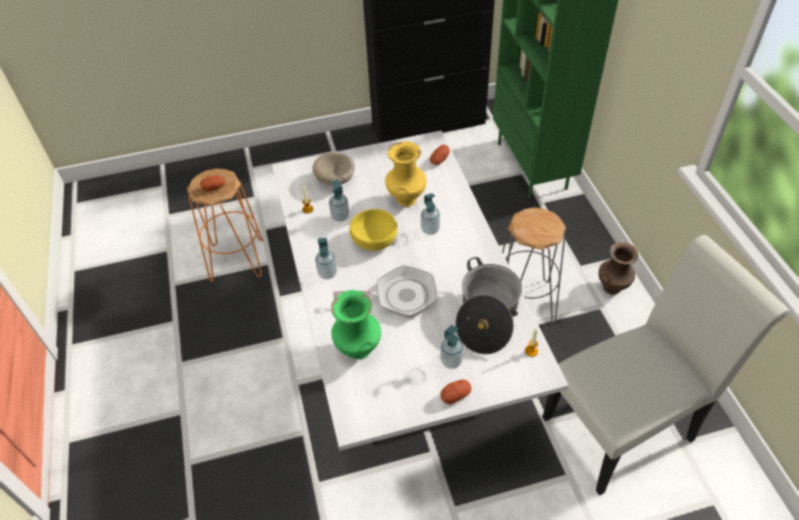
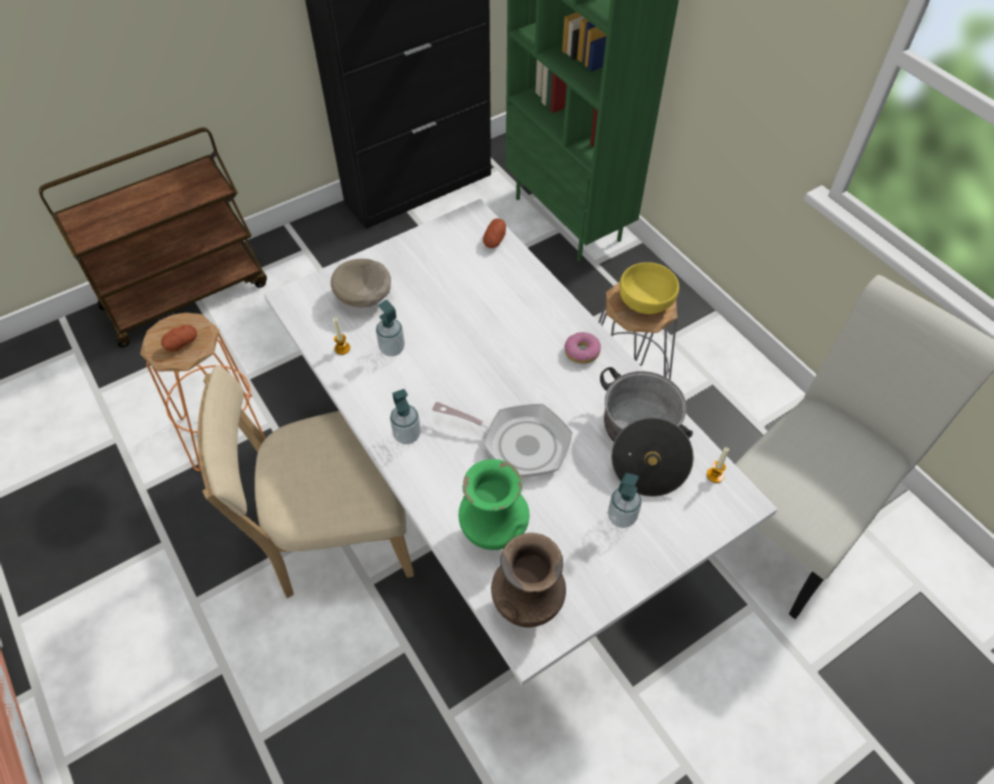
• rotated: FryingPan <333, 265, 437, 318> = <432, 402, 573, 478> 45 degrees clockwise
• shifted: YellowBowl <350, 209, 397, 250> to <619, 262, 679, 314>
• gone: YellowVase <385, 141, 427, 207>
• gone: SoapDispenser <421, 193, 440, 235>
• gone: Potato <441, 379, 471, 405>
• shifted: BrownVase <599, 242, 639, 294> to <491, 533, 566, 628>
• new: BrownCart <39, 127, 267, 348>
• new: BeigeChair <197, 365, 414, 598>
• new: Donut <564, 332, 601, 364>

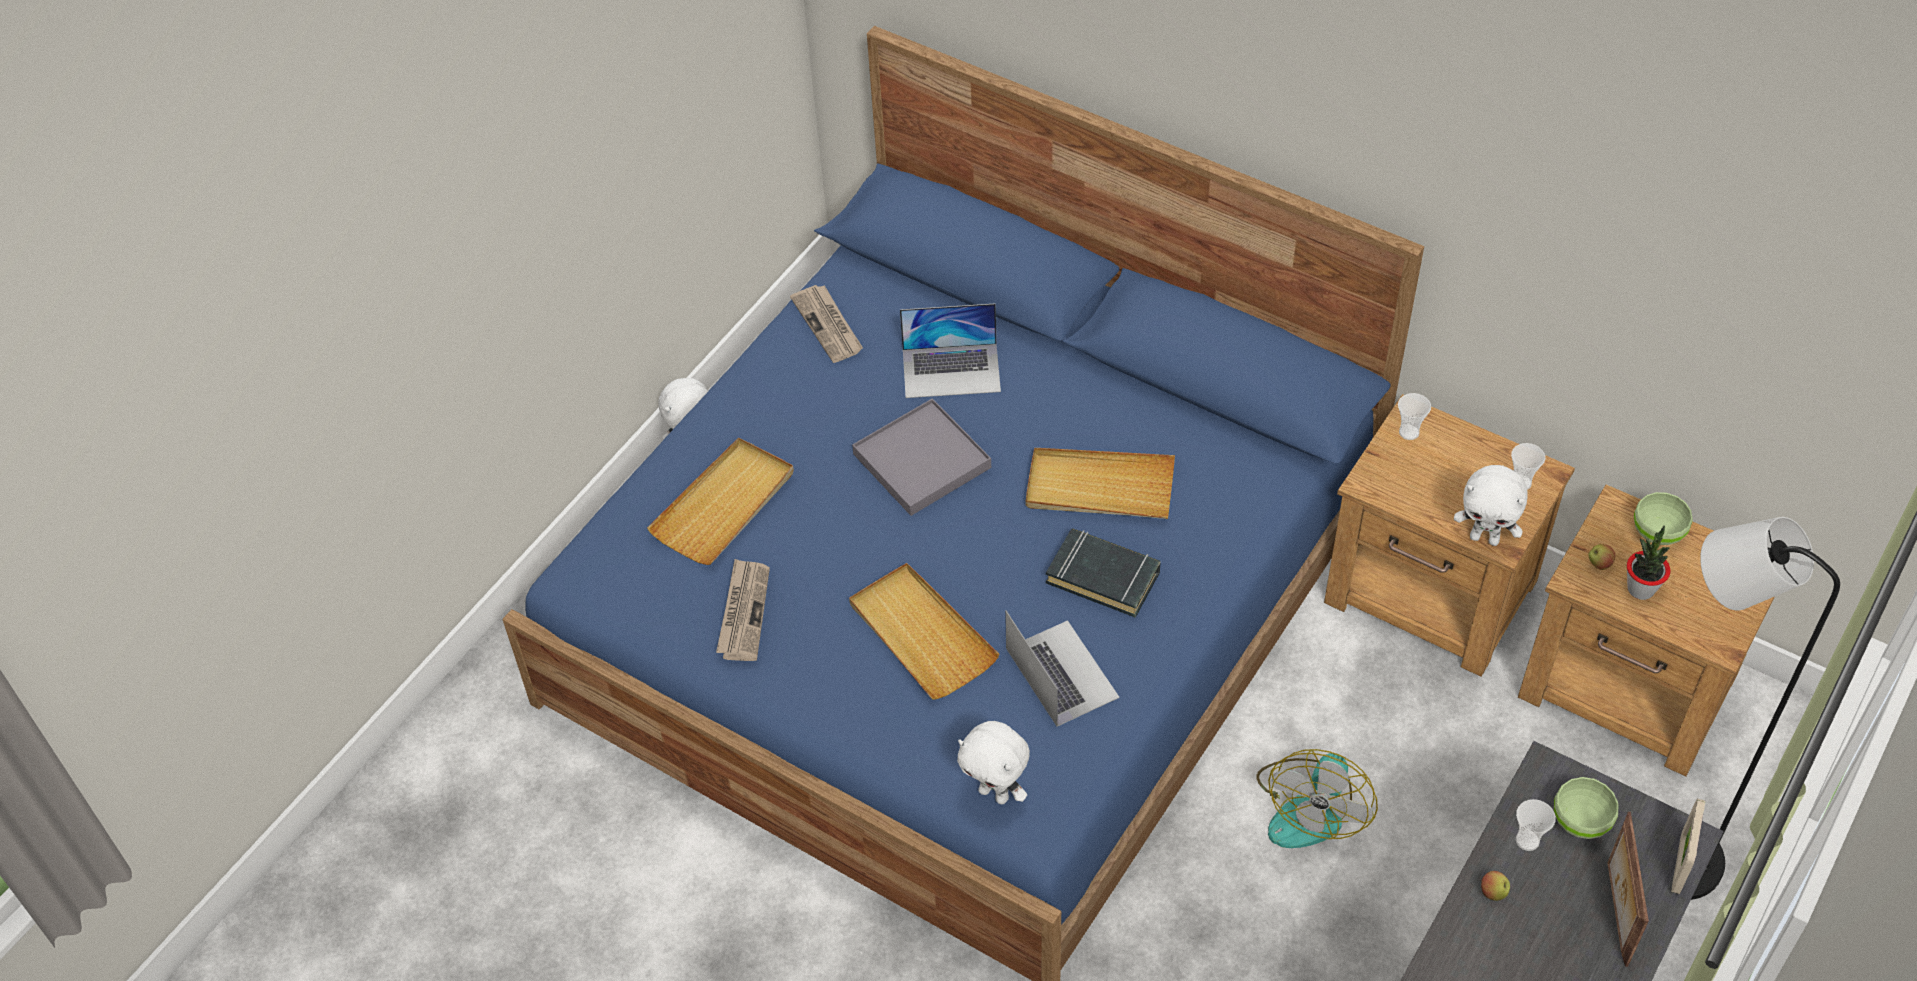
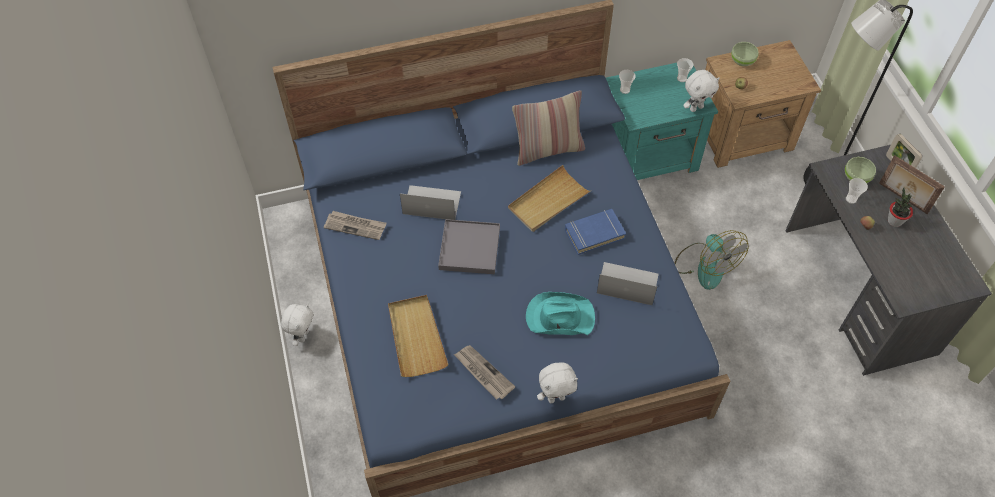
• swapped: BeigeTray <849, 563, 1000, 699> to TurquoiseHat <526, 292, 595, 335>
• rotated: Laptop <900, 304, 1001, 398> = <400, 185, 461, 220> 120 degrees counterclockwise
• shifted: WhitePlushToy <957, 721, 1030, 804> to <537, 362, 578, 403>
• repainted: BlackBook <1046, 528, 1161, 618> to BlueBook <565, 209, 626, 255>
• repainted: BrownNightstand <1324, 394, 1575, 677> to TurquoiseNightstand <606, 63, 718, 180>
• shifted: PottedPlant <1627, 525, 1671, 600> to <888, 188, 913, 227>
• new: Pillow <512, 91, 585, 166>

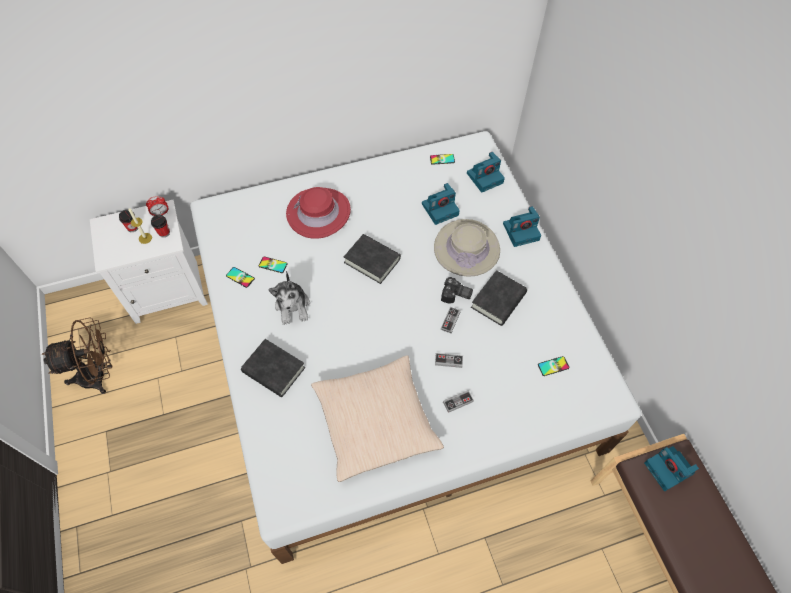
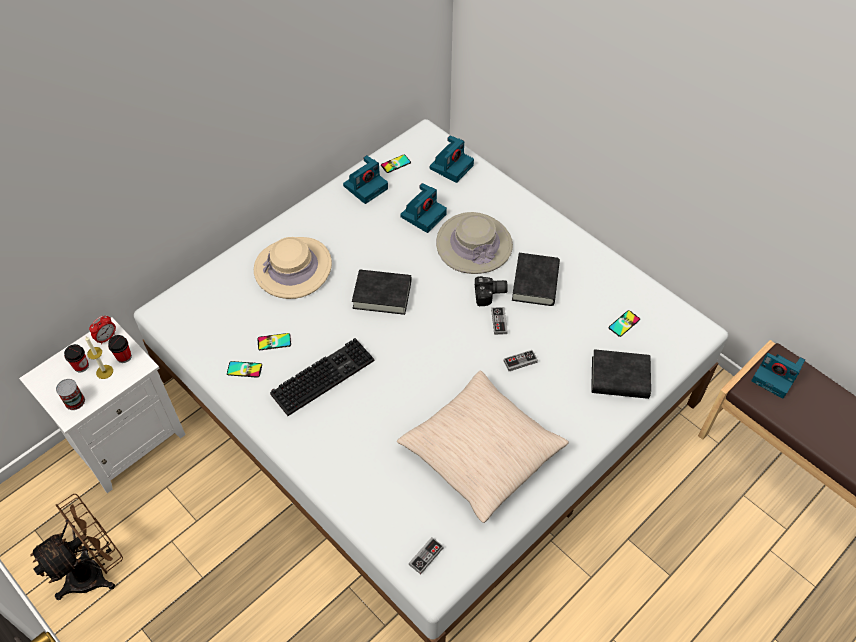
• shifted: BlackBook <241, 339, 305, 397> to <591, 349, 651, 399>
• swapped: PlushToy <268, 271, 310, 325> to Keyboard <270, 338, 374, 416>
• repainted: RedHat <286, 187, 351, 239> to BeigeHat <254, 237, 332, 299>
• shifted: GameController <443, 390, 474, 413> to <409, 537, 444, 575>
• shifted: PhotoCamera <503, 206, 541, 247> to <343, 155, 388, 204>
• new: Can <56, 379, 85, 410>

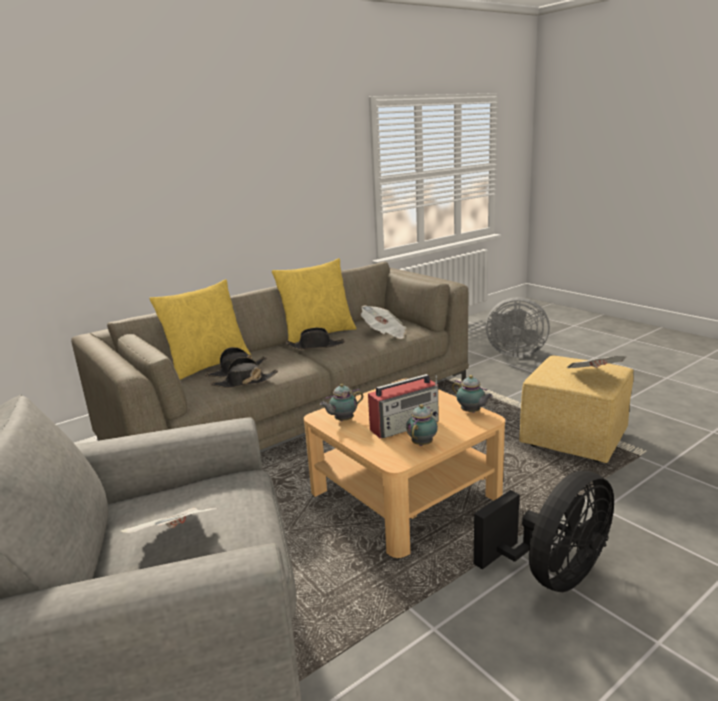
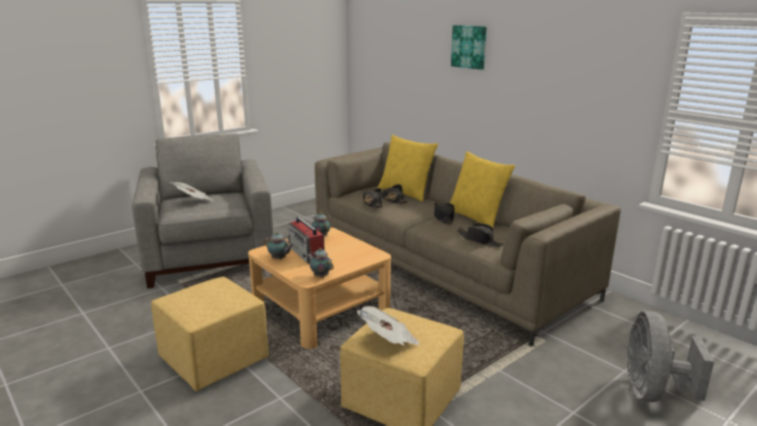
• swapped: Newspaper <361, 305, 406, 339> to BlackHat <457, 223, 505, 247>
• rotated: Teapot <452, 375, 493, 413> = <307, 248, 334, 278> 90 degrees clockwise
• swapped: BlackFan <474, 471, 614, 592> to YellowOttoman <151, 277, 269, 391>
• new: Picture <451, 25, 487, 70>

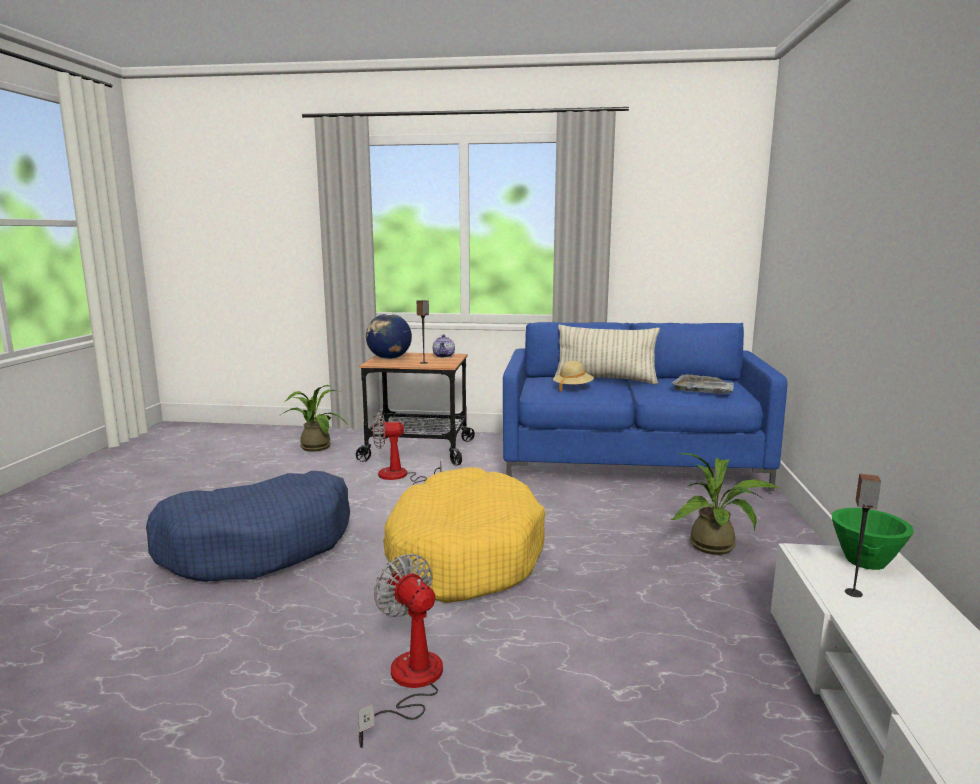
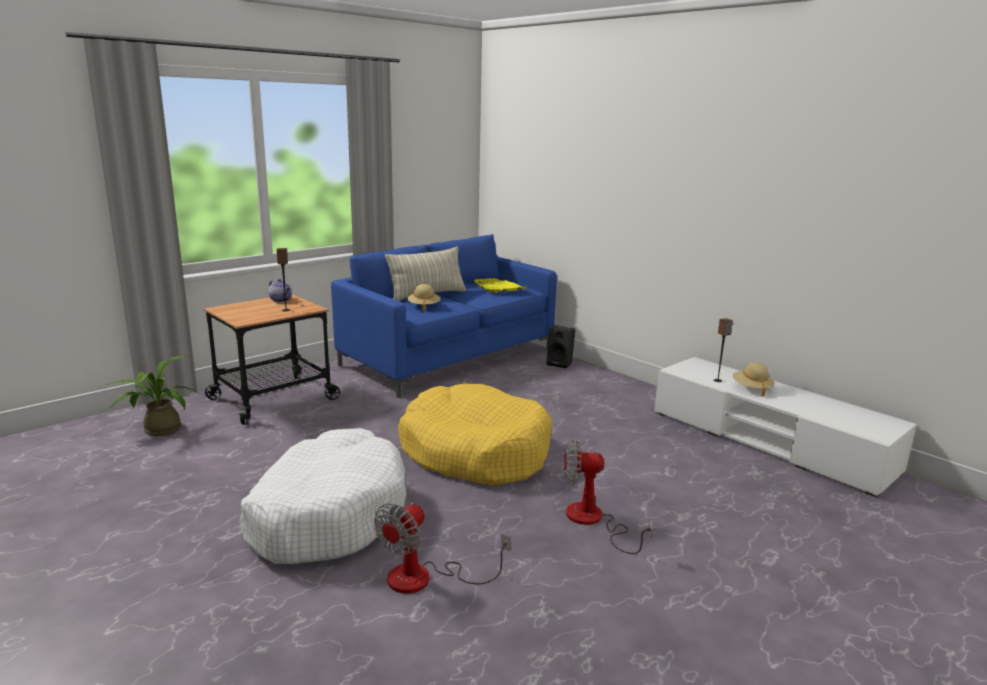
• repainted: BlueDogBed <146, 471, 350, 582> to WhiteDogBed <239, 428, 406, 564>
• gone: Globe <366, 313, 412, 359>
• shifted: Fan <372, 412, 441, 485> to <374, 502, 511, 594>
• repainted: GreyTray <671, 374, 734, 394> to YellowTray <473, 278, 526, 293>
• gone: PottedPlant <671, 453, 779, 555>
• gone: GreenBowl <832, 508, 914, 570>
• new: BlackSpeaker <546, 325, 575, 368>
• new: BeigeHat <733, 362, 775, 397>

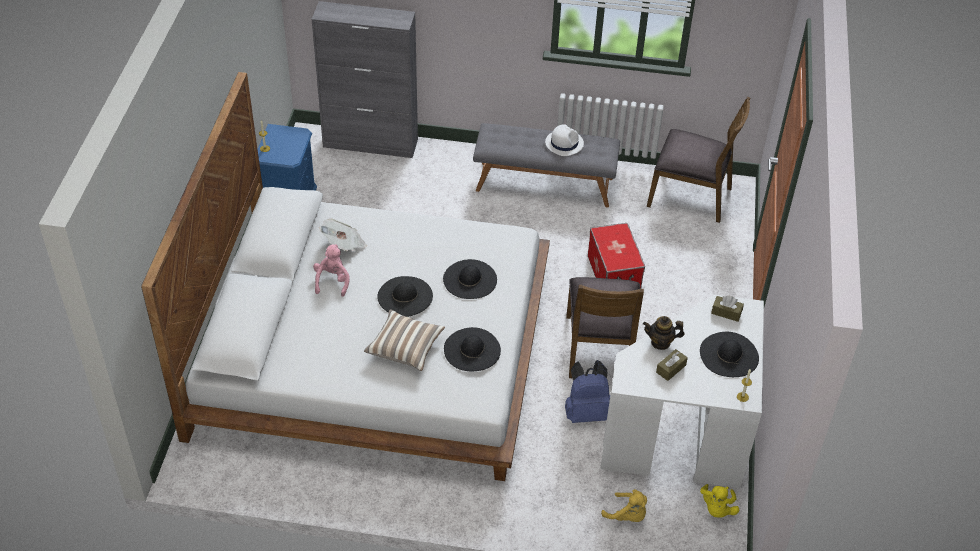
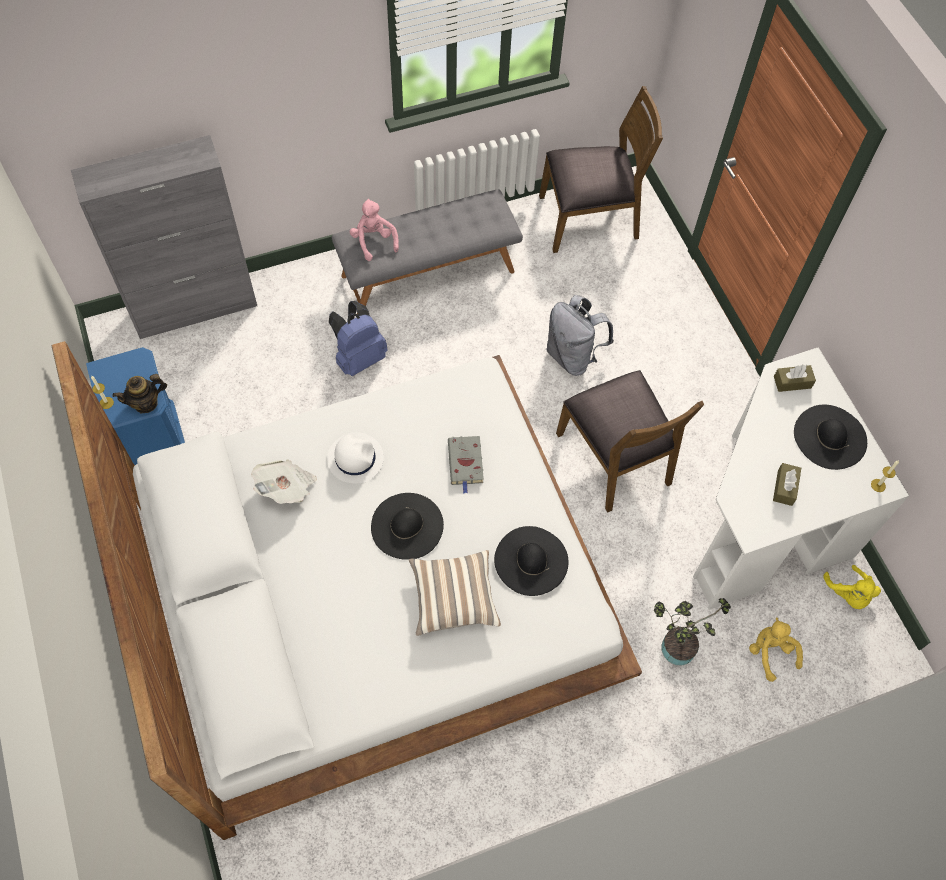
• shifted: PinkPlushToy <313, 244, 350, 297> to <350, 199, 399, 261>
• swapped: BlackHat <443, 259, 497, 299> to GreyBook <448, 436, 484, 494>
• shifted: WhiteHat <545, 124, 584, 156> to <327, 432, 384, 484>
• shifted: BlueBackpack <565, 360, 610, 423> to <329, 301, 388, 376>
• swapped: StorageBox <588, 223, 645, 289> to GreyBackpack <546, 295, 614, 376>
• rotated: YellowPlushToy <601, 489, 647, 522> = <749, 617, 803, 682> 120 degrees counterclockwise
• shifted: Teapot <643, 316, 684, 350> to <112, 374, 167, 413>
• new: PottedPlant <654, 598, 731, 665>

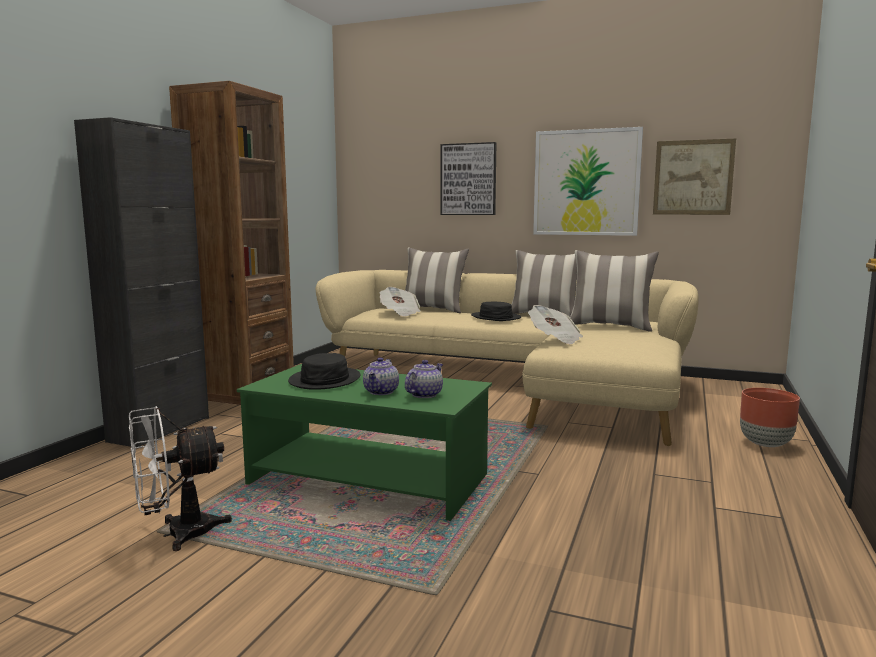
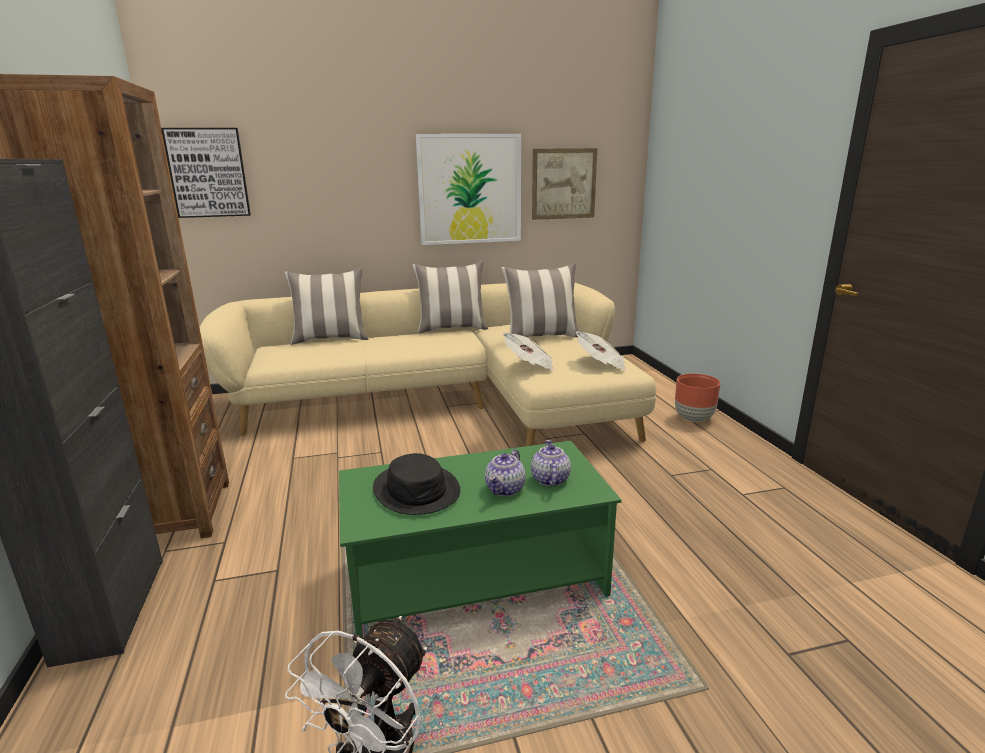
• rotated: Teapot <363, 357, 399, 395> = <485, 449, 526, 496> 45 degrees clockwise
• shifted: Newspaper <380, 287, 421, 316> to <576, 331, 626, 370>
• shifted: Picture <441, 142, 496, 215> to <161, 128, 251, 218>
• gone: BlackHat <471, 301, 522, 321>

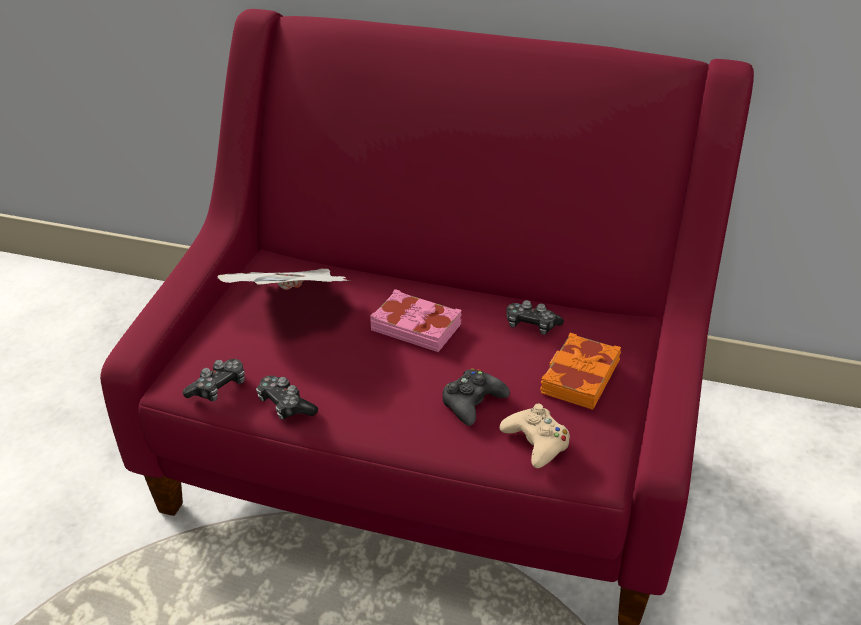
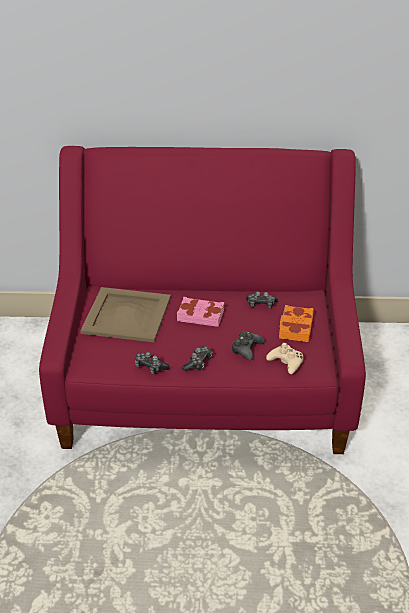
• shifted: GameController <183, 359, 245, 402> to <182, 346, 212, 371>
• swapped: Newspaper <217, 269, 350, 290> to BeigeTray <80, 287, 171, 342>

